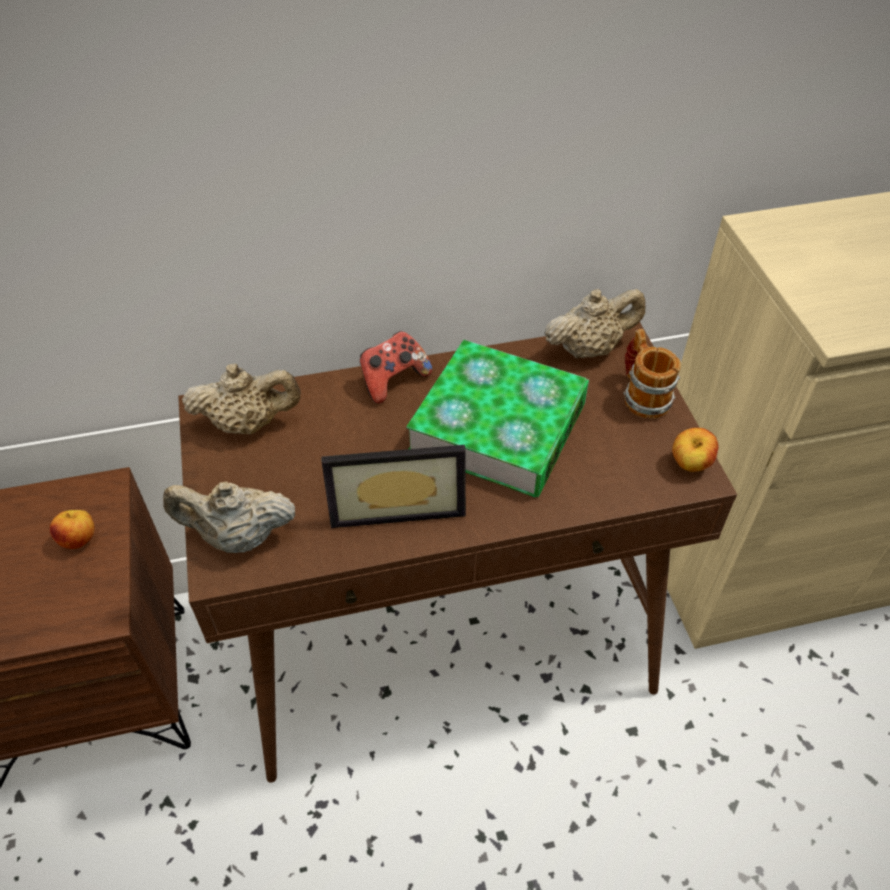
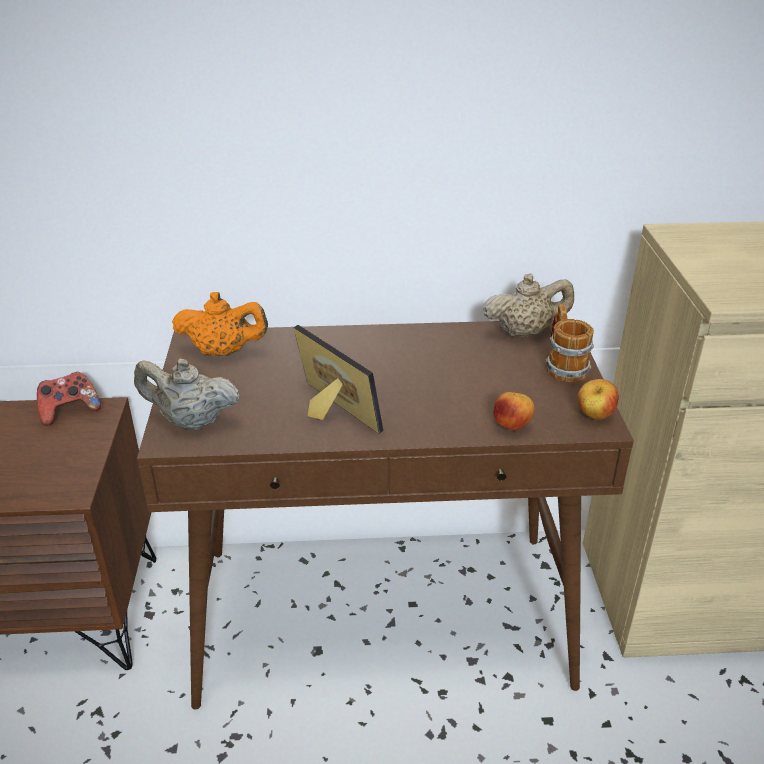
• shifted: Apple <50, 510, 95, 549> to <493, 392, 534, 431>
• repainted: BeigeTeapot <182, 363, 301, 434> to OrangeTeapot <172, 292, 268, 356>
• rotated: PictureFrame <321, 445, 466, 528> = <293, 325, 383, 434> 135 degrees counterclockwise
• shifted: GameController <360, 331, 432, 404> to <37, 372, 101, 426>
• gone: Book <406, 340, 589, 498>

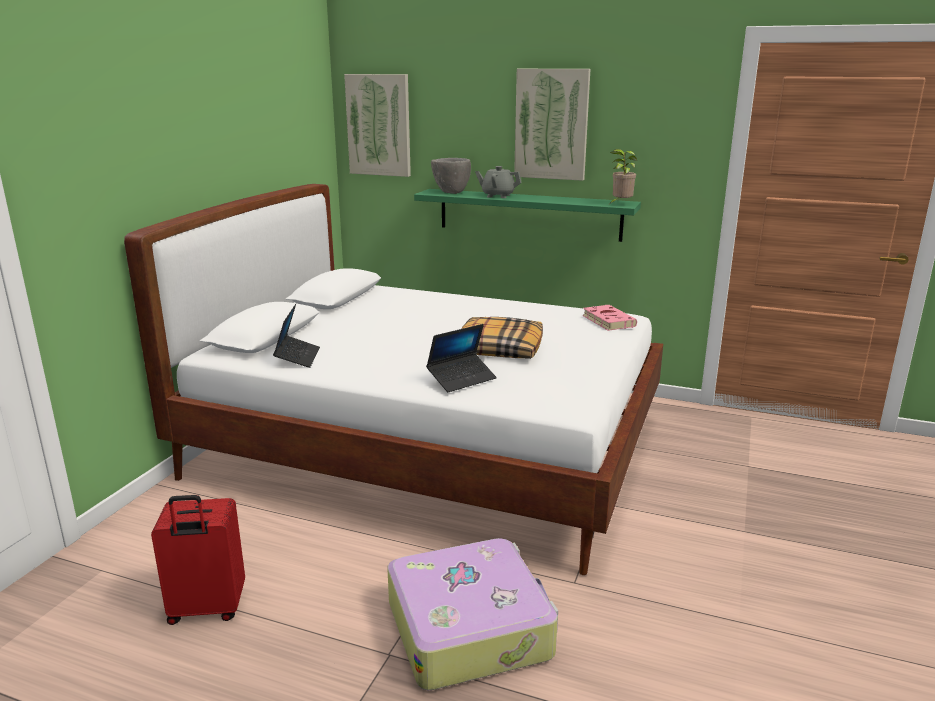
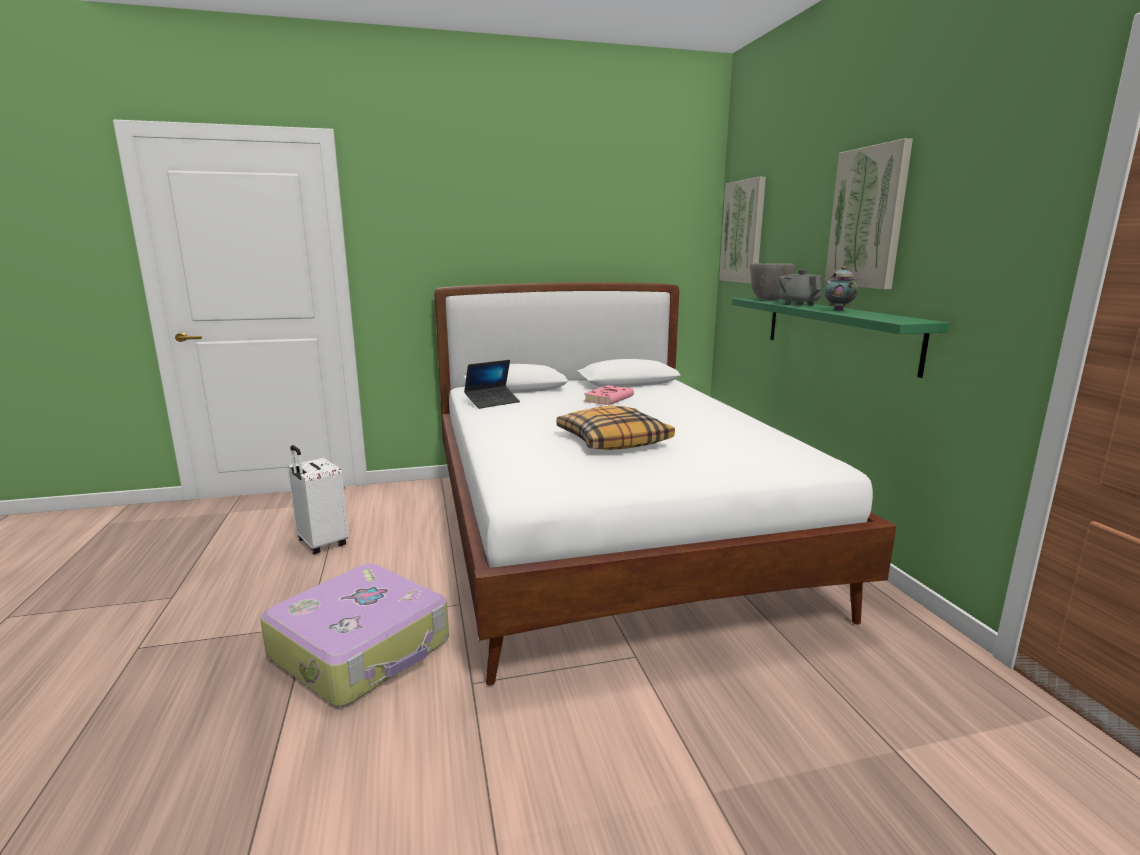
• repainted: RedSuitcase <151, 495, 245, 625> to WhiteSuitcase <288, 445, 349, 554>
• gone: Laptop <426, 324, 497, 392>
• shifted: PinkBook <583, 305, 637, 331> to <584, 385, 634, 405>
• gone: PottedPlant <610, 149, 637, 203>
• new: Teapot <824, 266, 858, 311>

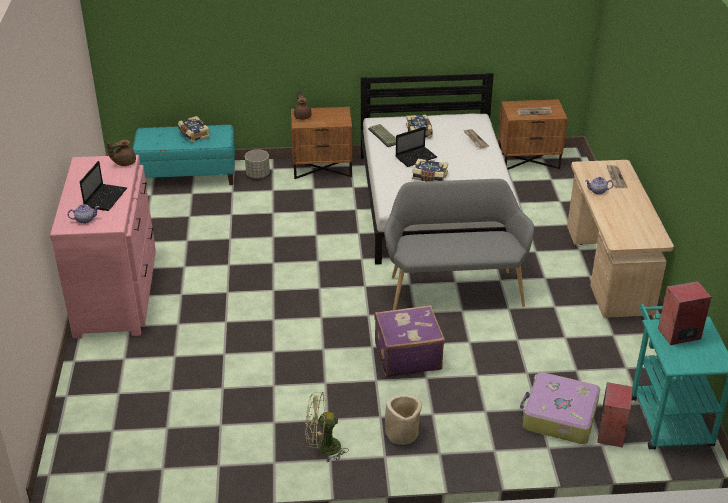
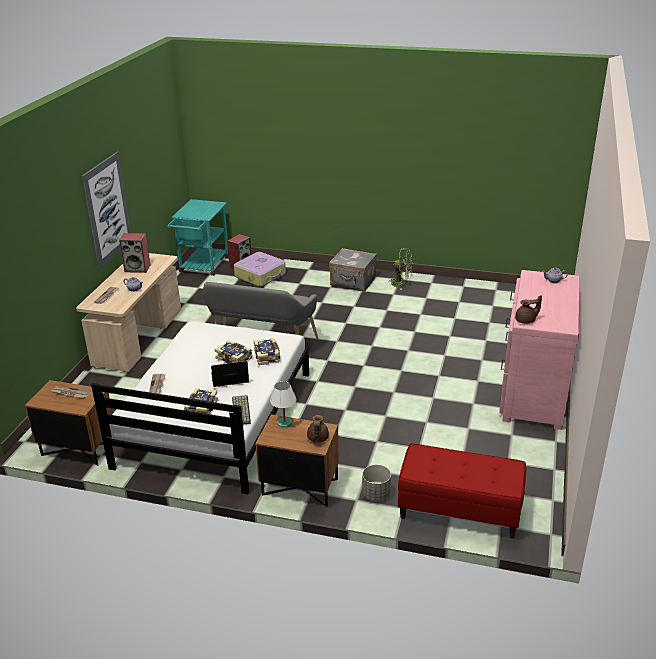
• gone: Laptop <80, 161, 127, 211>
• repainted: TurquoiseBench <133, 125, 235, 185> to RedBench <398, 444, 526, 539>
• shifted: Book <178, 116, 210, 143> to <253, 338, 280, 365>
• gone: PurpleSuitcase <374, 305, 445, 377>
• swapped: BeigePlanter <385, 395, 422, 445> to GreySuitcase <329, 248, 377, 291>
• shifted: Speaker <658, 281, 712, 345> to <119, 233, 150, 273>
• new: Picture <82, 152, 131, 268>
• new: WhiteTableLamp <270, 381, 297, 428>

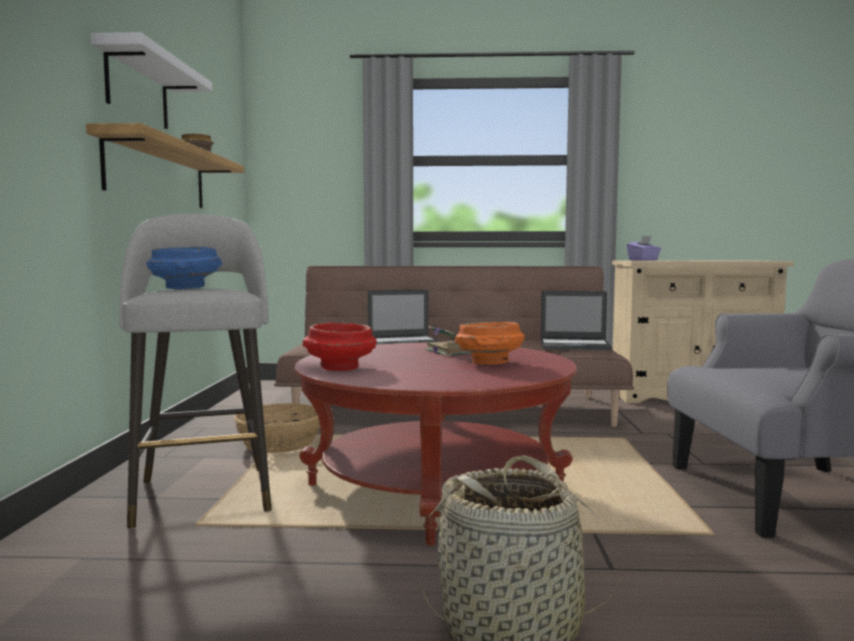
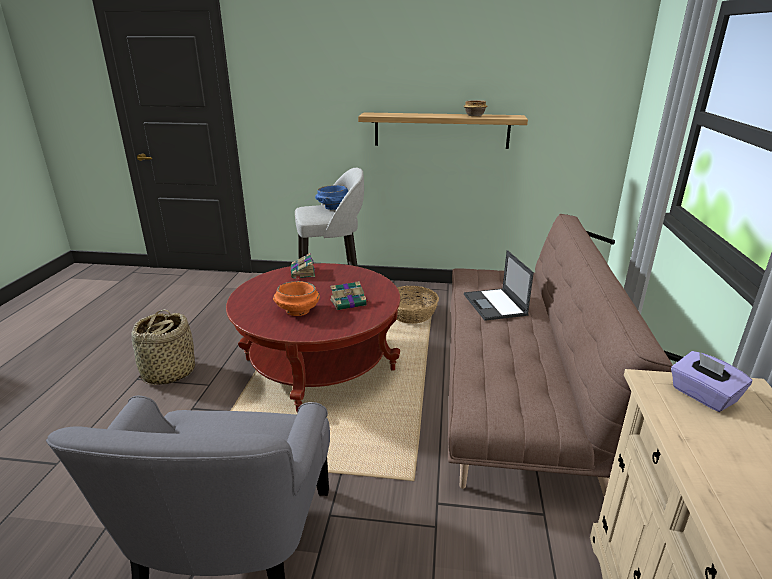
• gone: WhiteShelf <90, 32, 212, 129>
• swapped: RedBowl <302, 323, 377, 371> to Book <291, 253, 315, 279>
• gone: Laptop <541, 291, 613, 350>

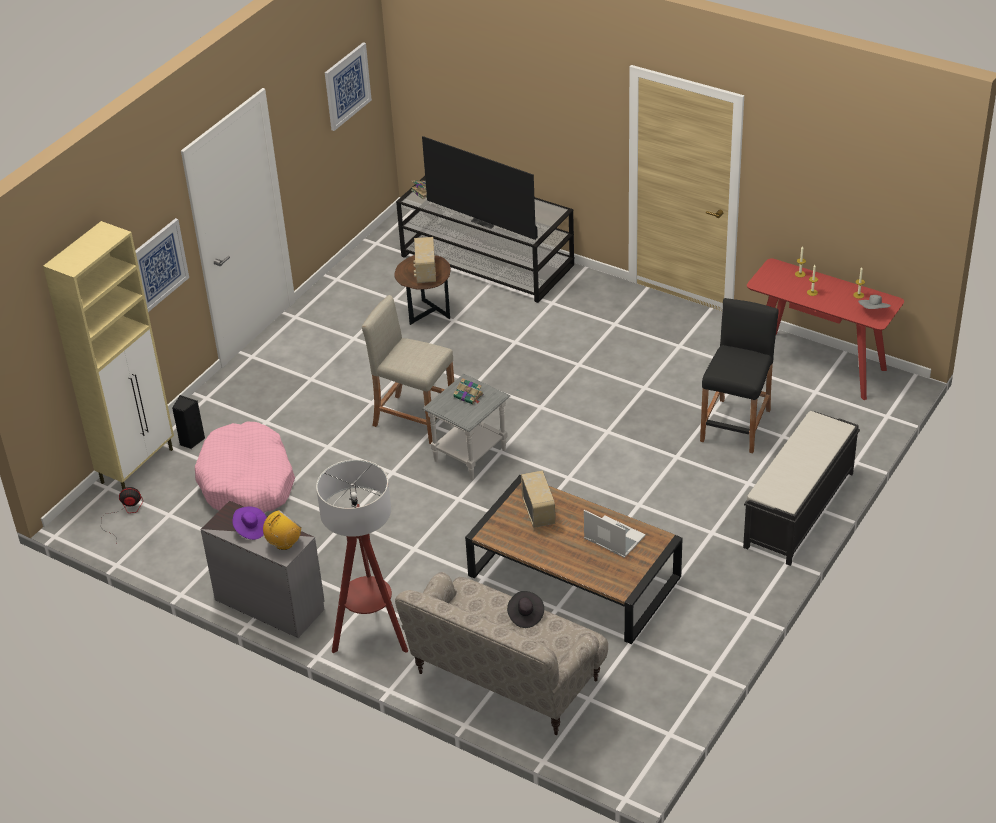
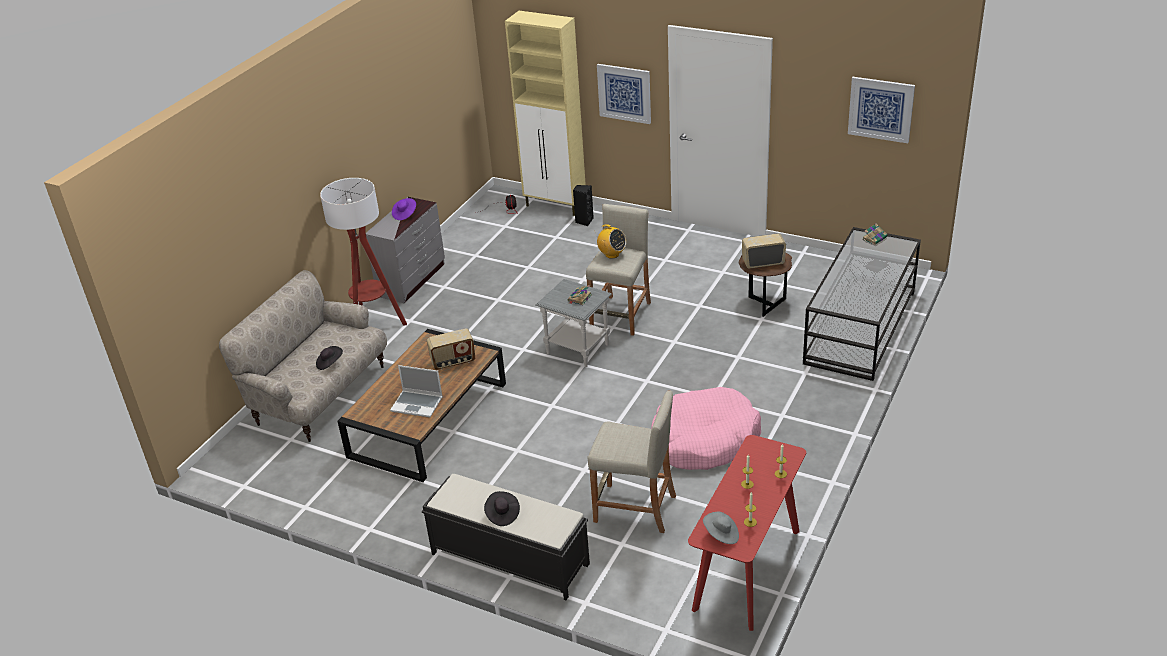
• shifted: PinkDogBed <195, 422, 295, 513> to <651, 387, 761, 470>
• shifted: Radio <263, 510, 301, 550> to <594, 224, 626, 259>
• gone: Television <422, 136, 538, 240>
• rotated: Laptop <584, 510, 645, 558> = <390, 365, 443, 417> 75 degrees clockwise
• repainted: BlackStool <700, 298, 779, 453> to BeigeStool <588, 390, 676, 533>
• new: BlackHat <484, 491, 520, 526>

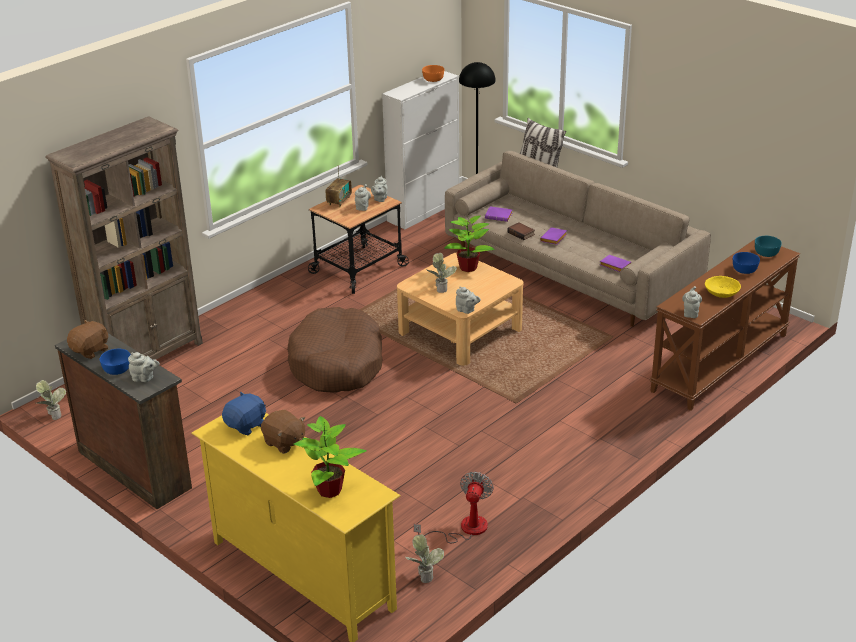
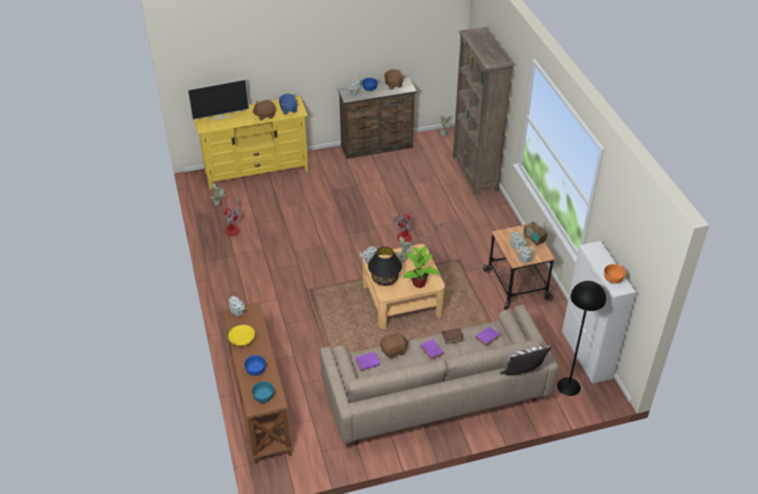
• swapped: BrownDogBed <287, 307, 382, 393> to Fan <394, 214, 440, 242>
• swapped: PottedPlant <294, 416, 366, 498> to Television <187, 79, 249, 120>
• new: BlackTableLamp <368, 247, 402, 286>
• new: BrownPlushToy <380, 331, 408, 359>

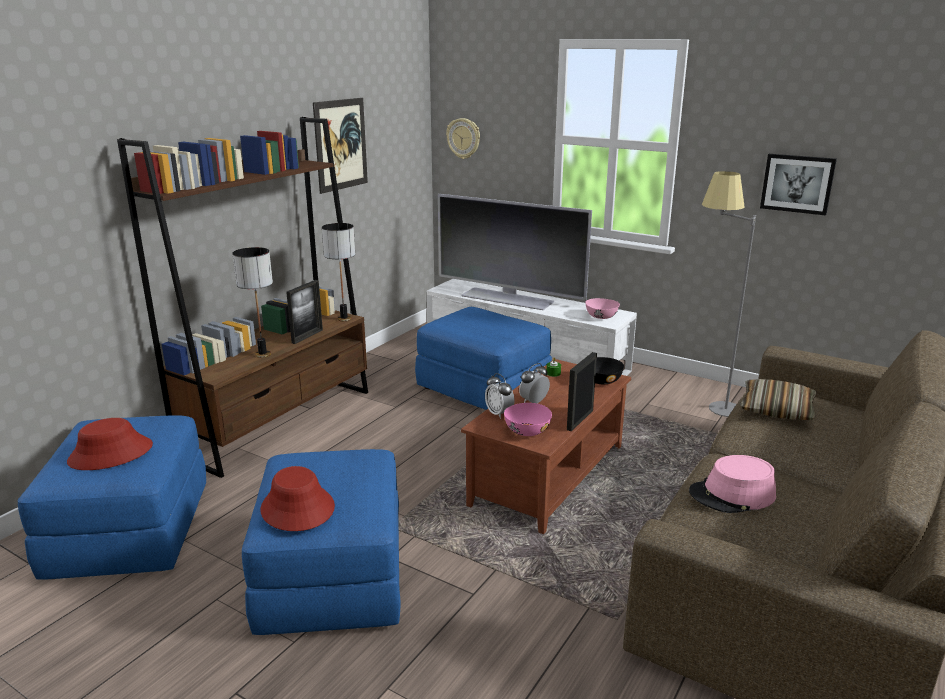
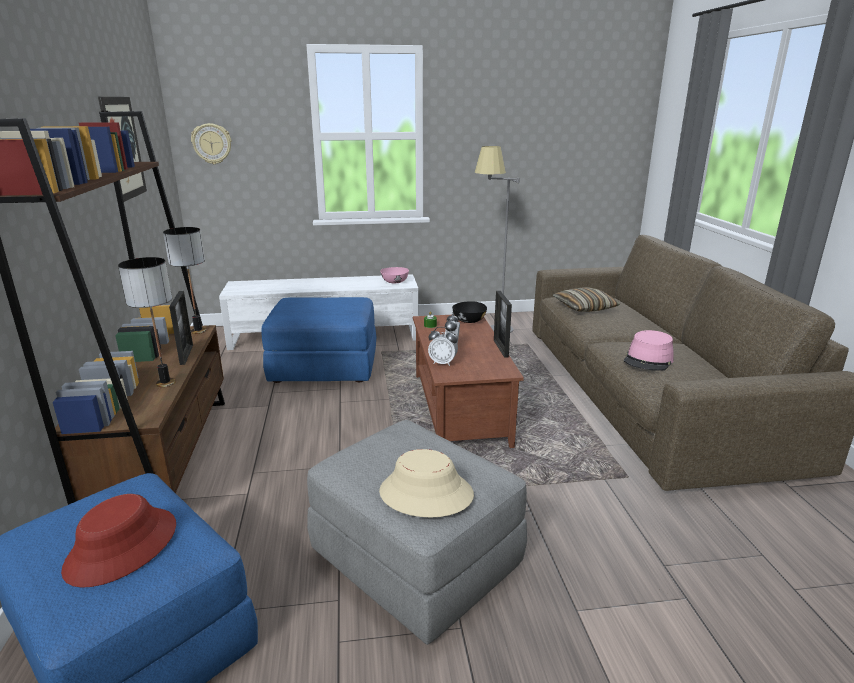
• repainted: BlueOttoman <242, 449, 401, 635> to GreyOttoman <307, 420, 527, 645>
• repainted: RedHat <260, 466, 335, 531> to BeigeHat <379, 449, 474, 518>
• gone: Television <438, 194, 592, 310>
• gone: PinkBowl <504, 403, 552, 436>
• gone: Picture <760, 154, 837, 215>

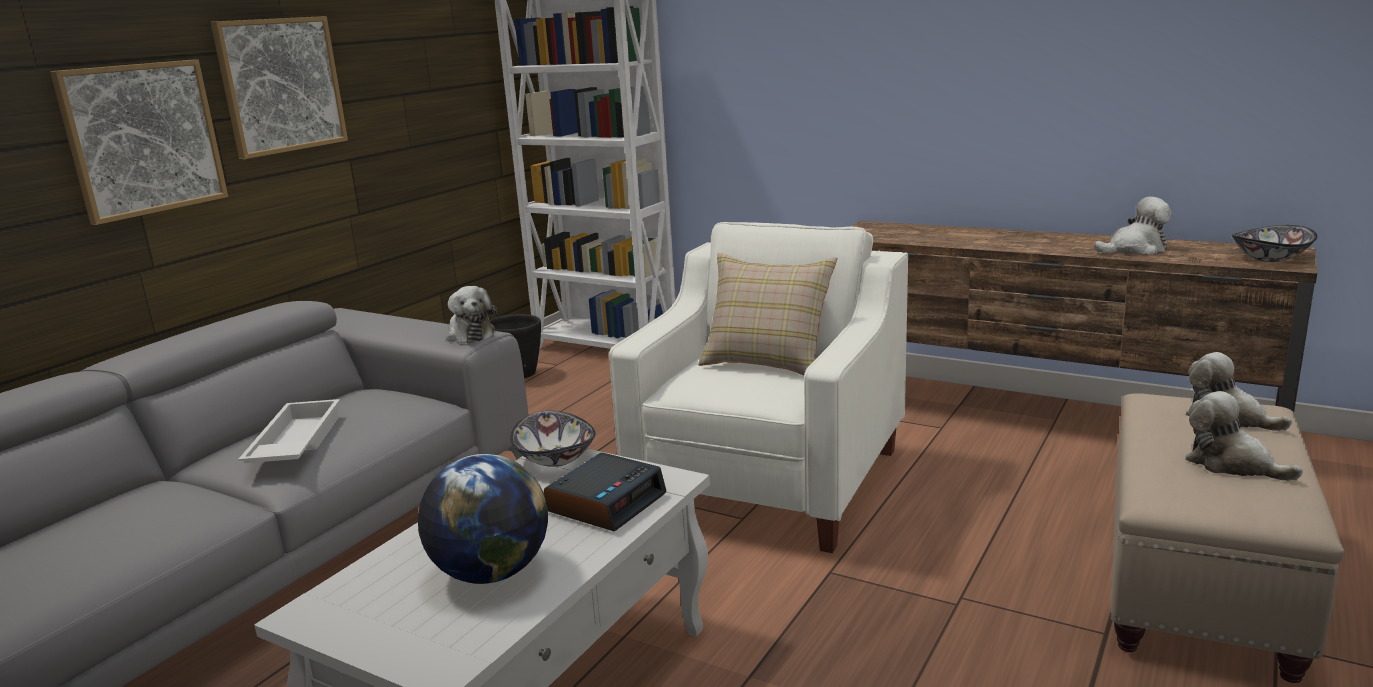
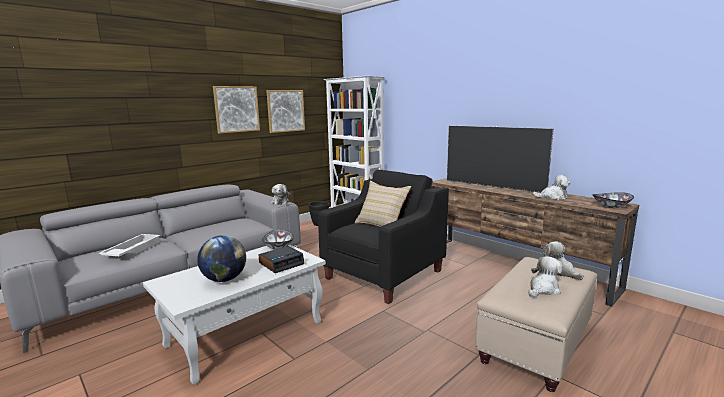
• shifted: Picture <50, 59, 228, 225> to <266, 90, 305, 133>
• shifted: WhiteTray <238, 399, 340, 463> to <99, 234, 161, 256>
• repainted: WhiteArmchair <609, 222, 908, 553> to BlackArmchair <318, 170, 449, 304>
• rotated: PlushToy <1185, 391, 1303, 481> = <528, 256, 563, 297> 75 degrees clockwise
• new: Television <447, 126, 554, 193>

